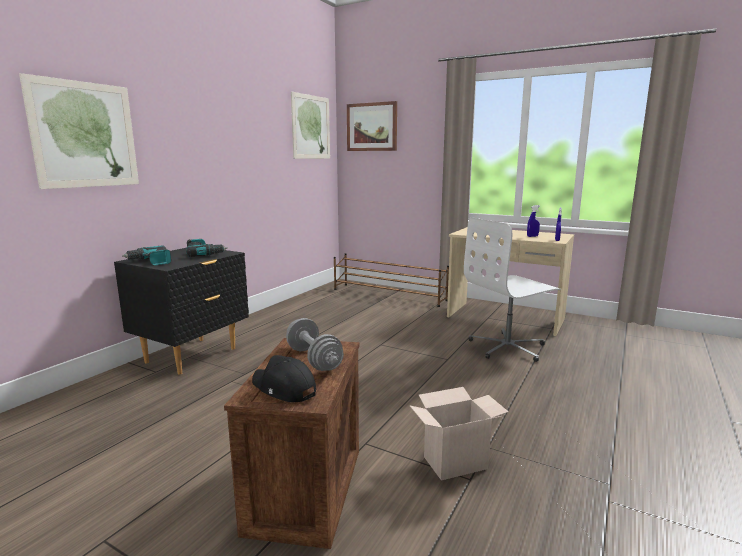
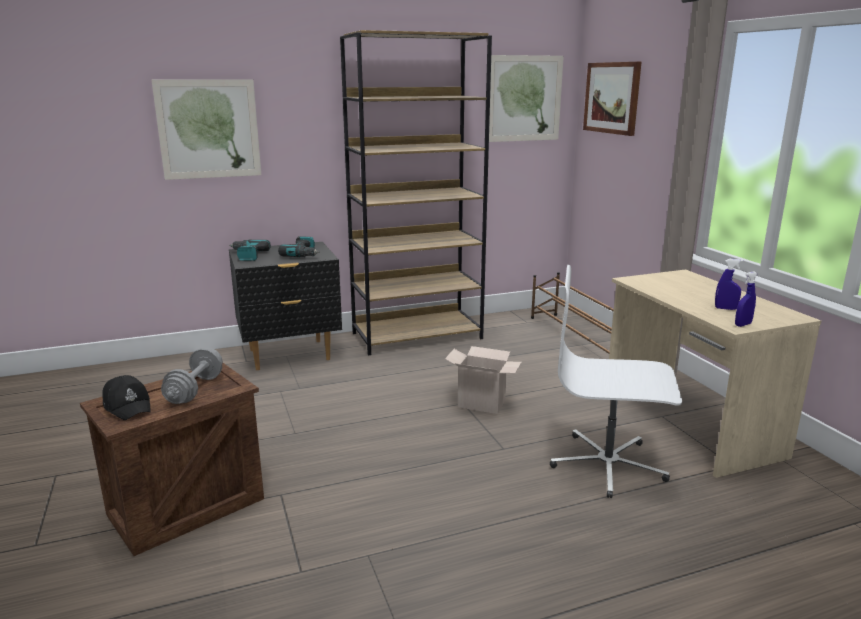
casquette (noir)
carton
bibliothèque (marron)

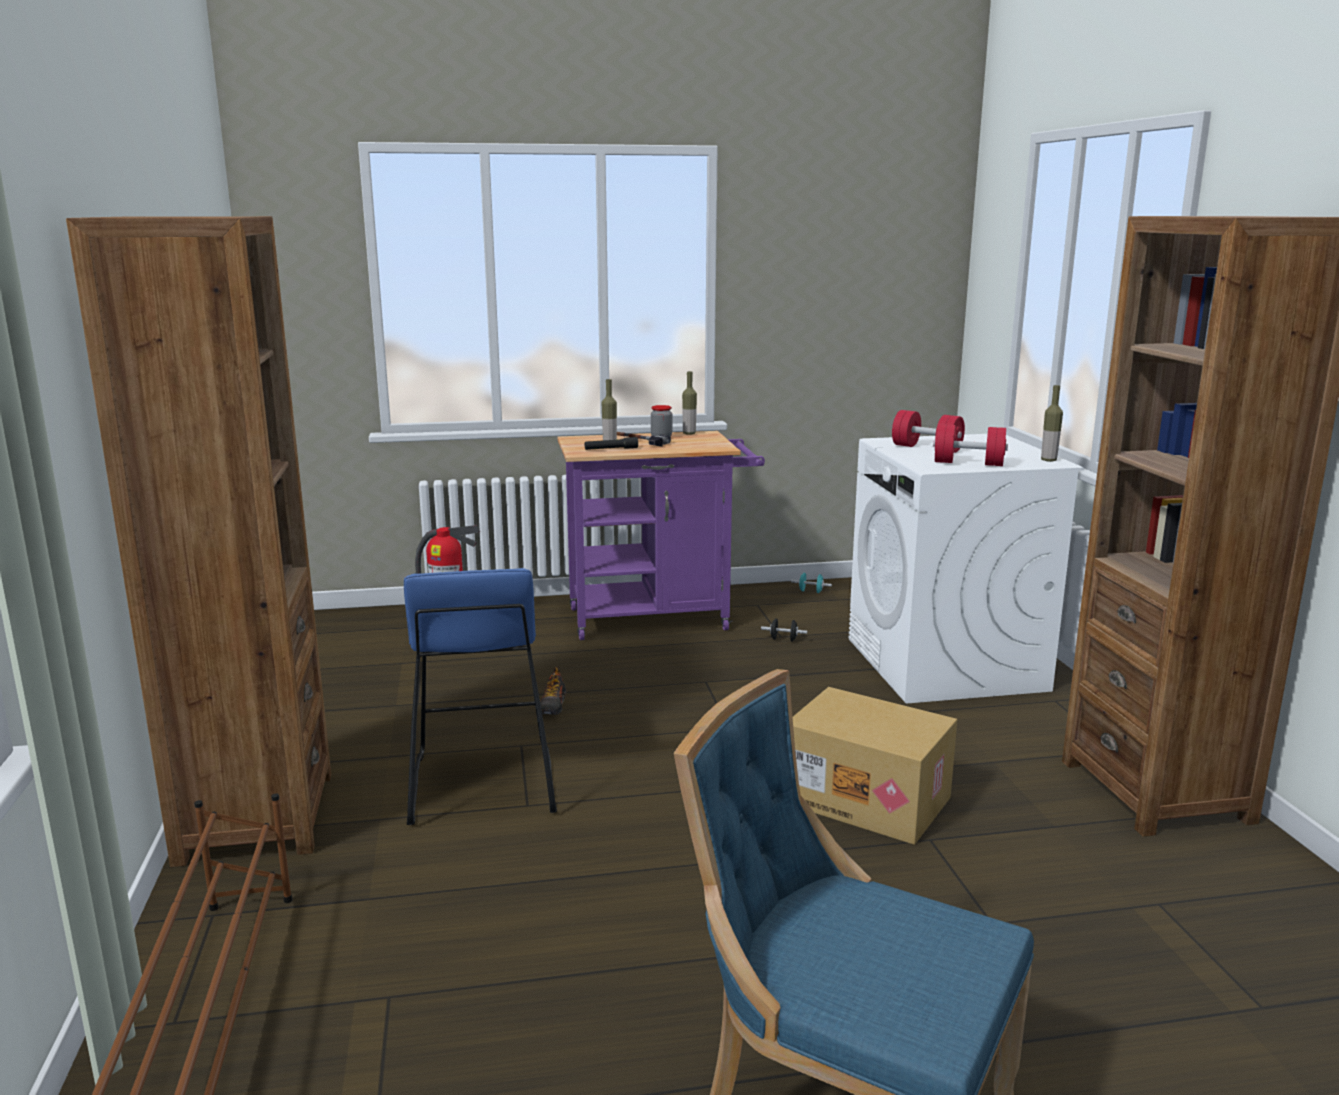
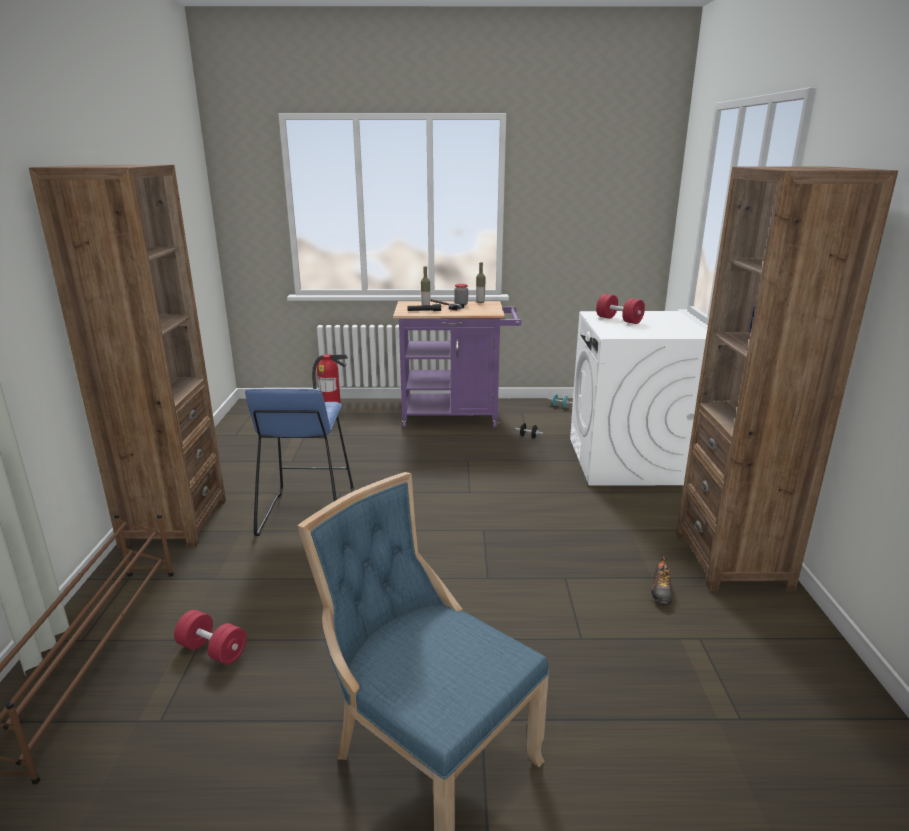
chaussure
carton
haltère (rouge) (no. 1 from left)
bouteille (no. 3 from left in the first image)

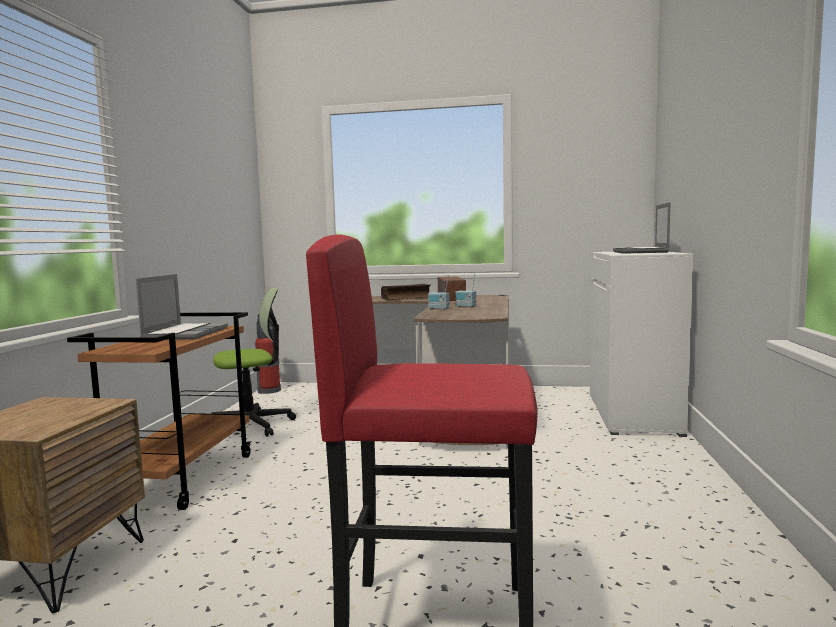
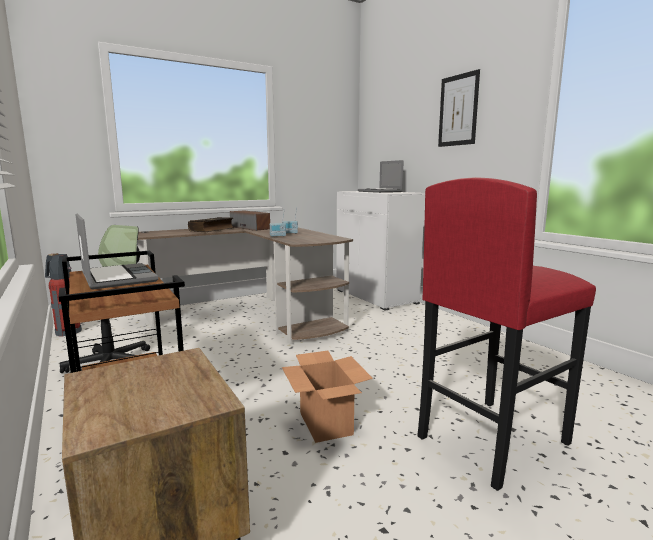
carton
tableau

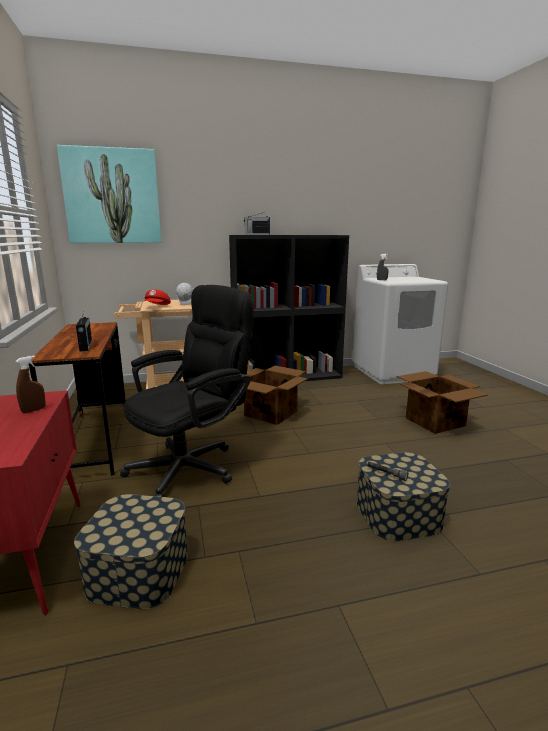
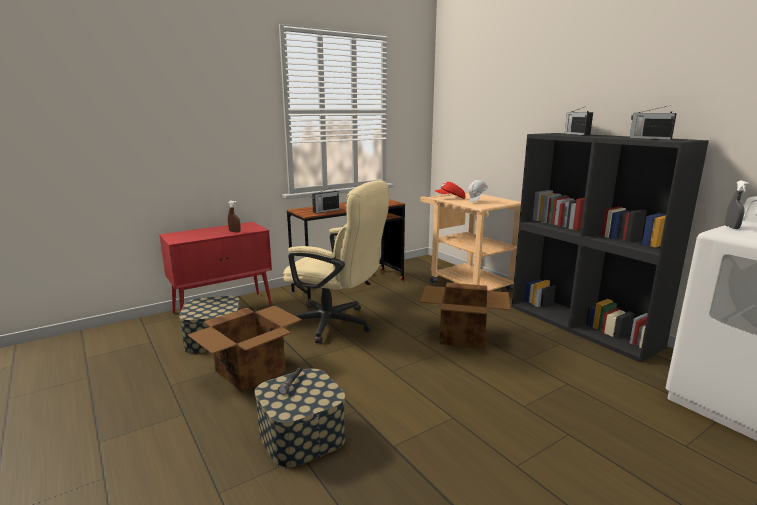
tableau
chaise de bureau (beige)
carton (no. 1 from left)
radio (no. 3 from left)

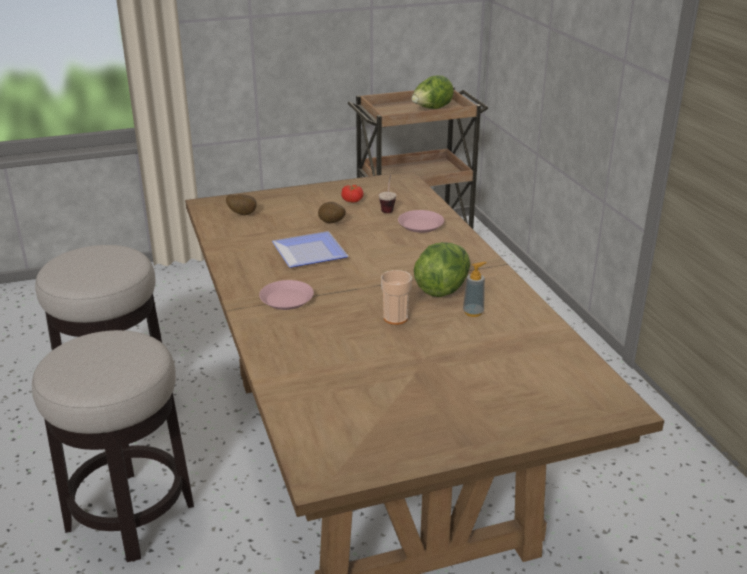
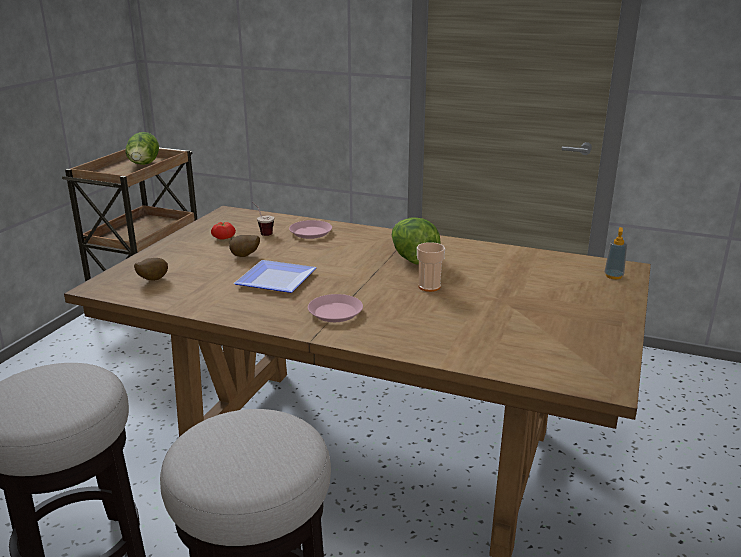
distributeur de savon

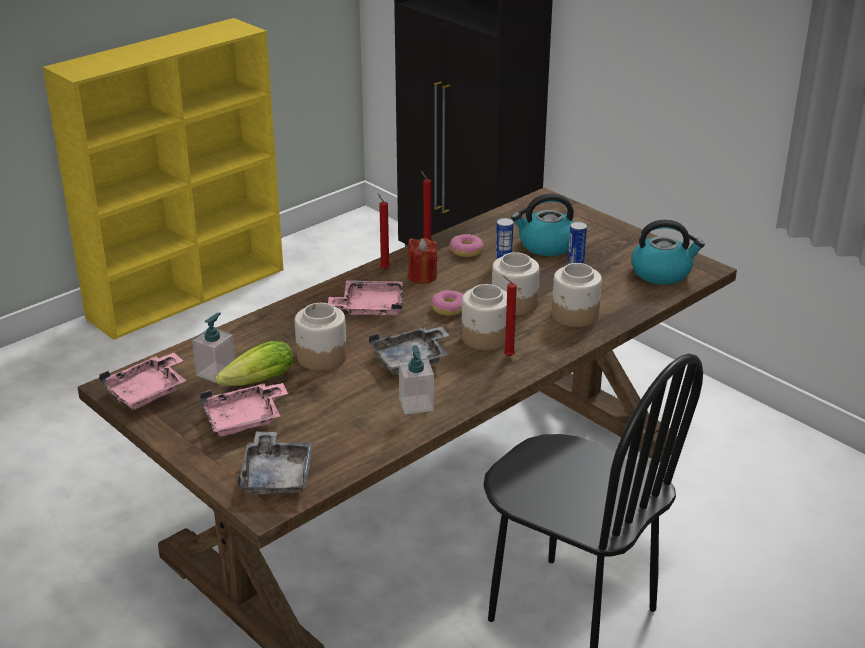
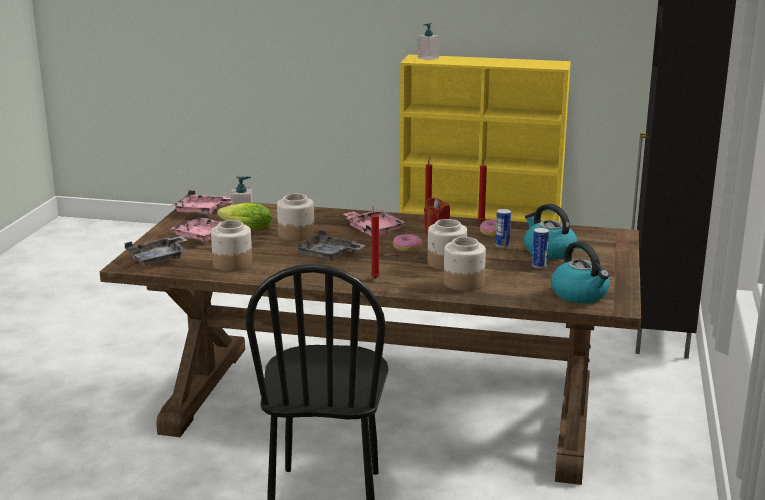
distributeur de savon (no. 2 from left)
bocal (no. 1 from left)

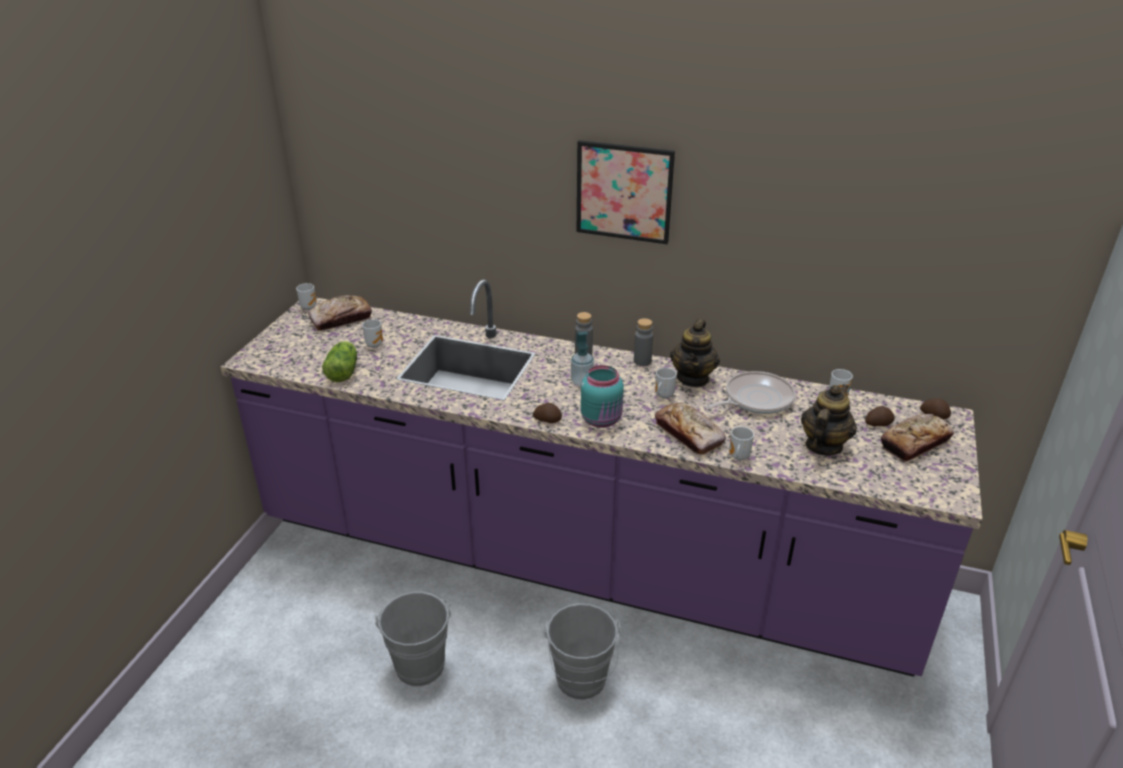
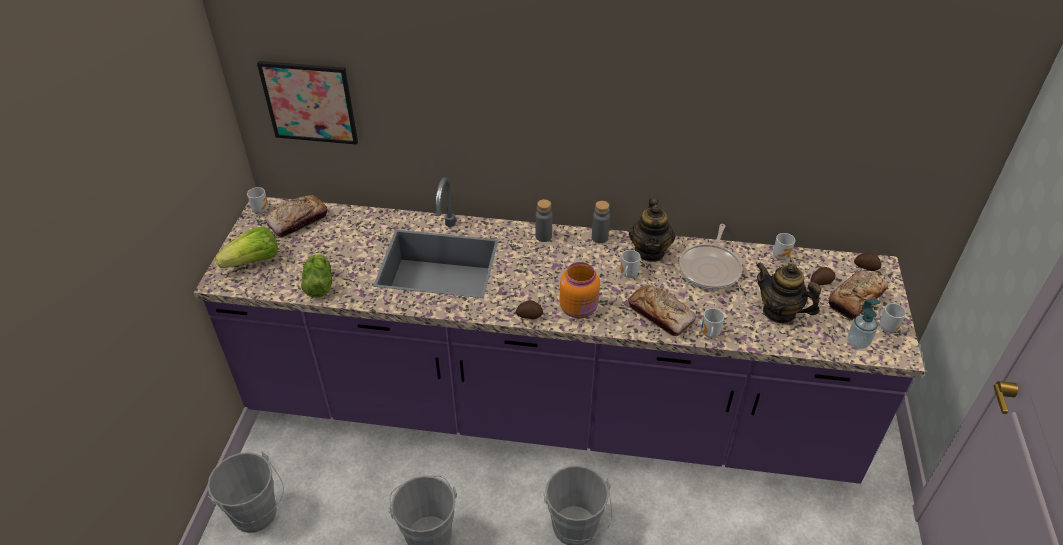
mug (no. 5 from left)
distributeur de savon
tableau
bocal (orange)
poêle
théière (no. 2 from left)
seau (gris) (no. 1 from left)
laitue (no. 1 from left)

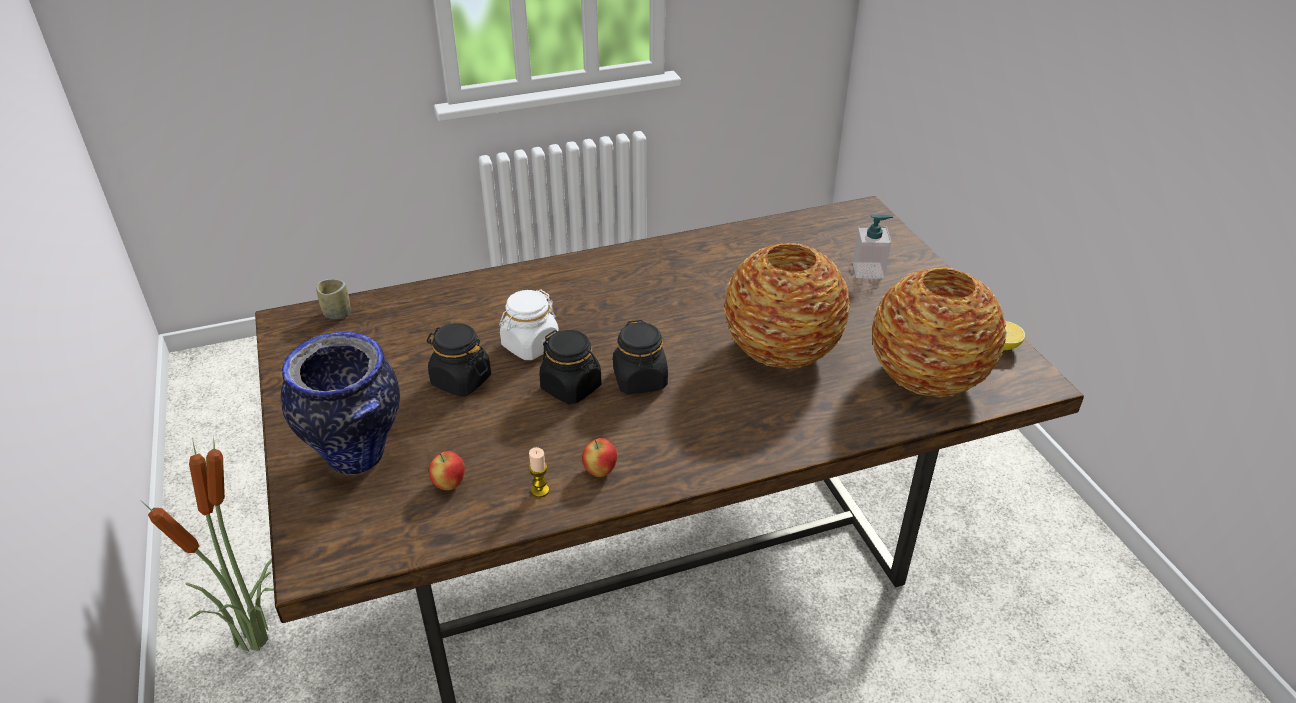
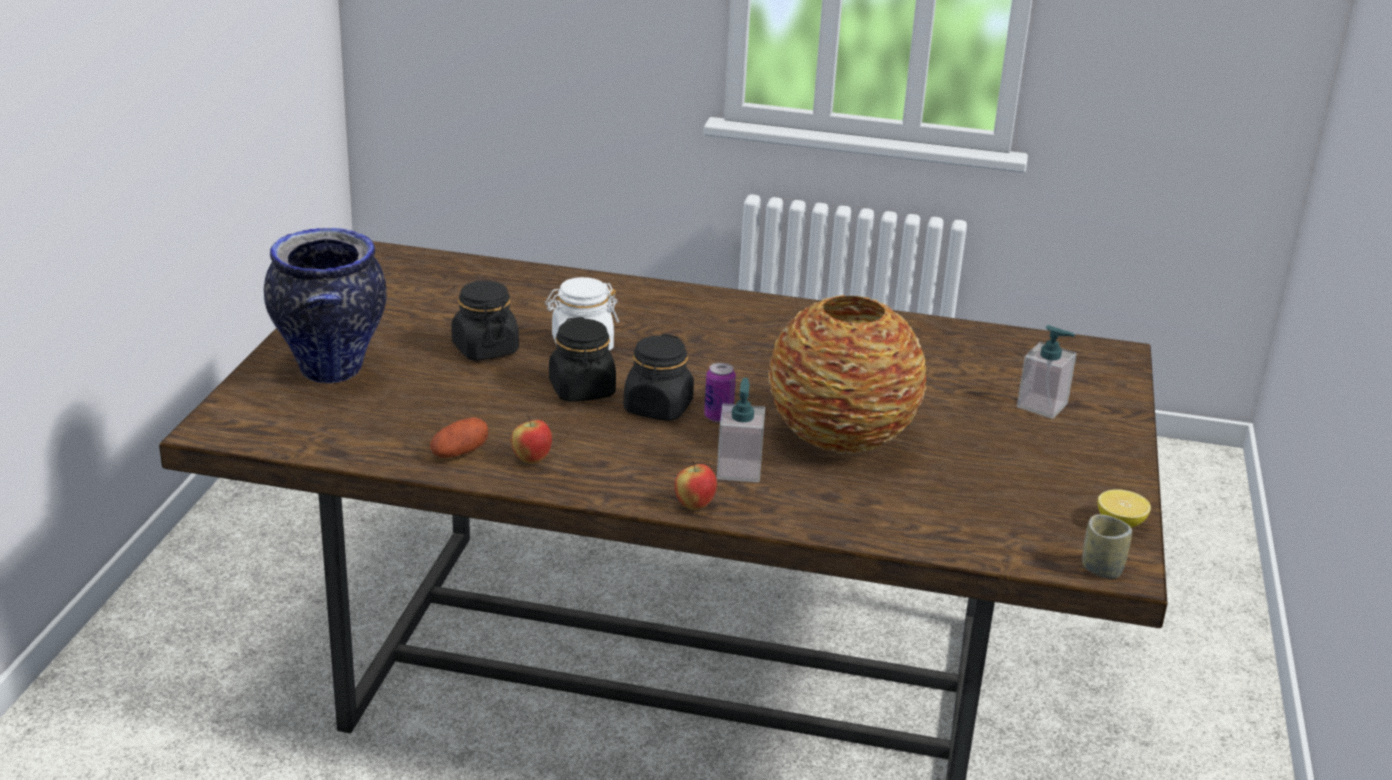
plante en pot
tasse
pomme (no. 2 from left)
pomme de terre
vase (no. 3 from left in the first image)
boîte métallique
distributeur de savon (no. 1 from left)

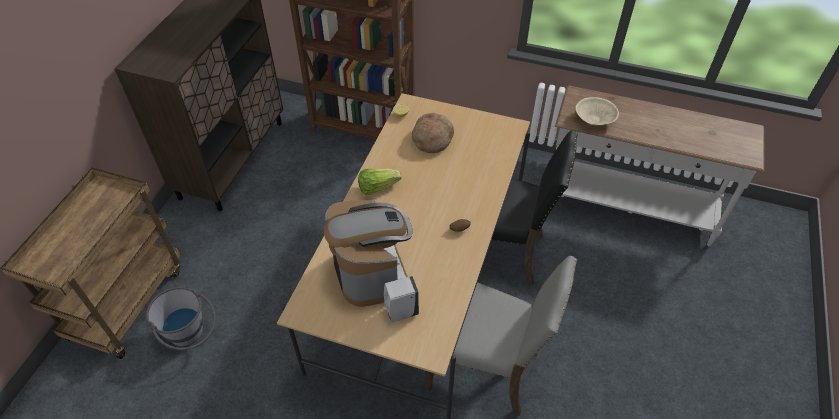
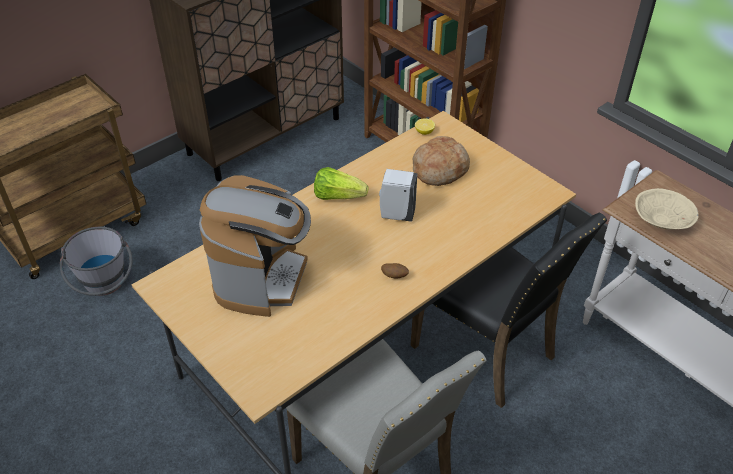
distributeur de savon (blanc)

